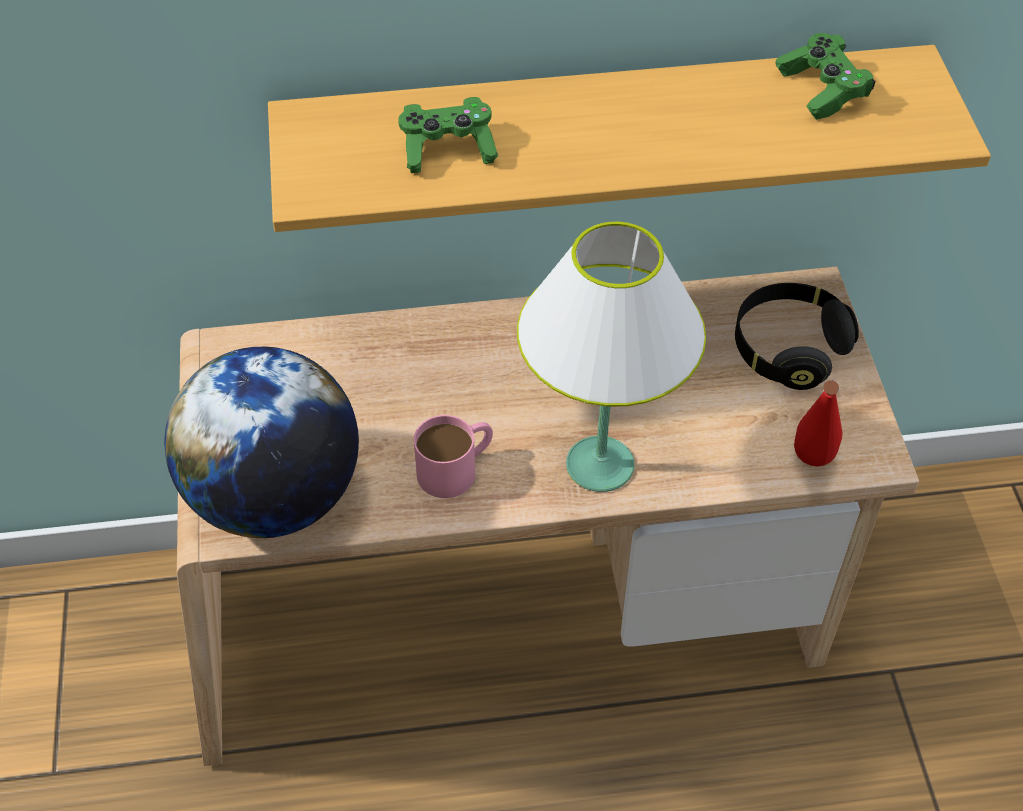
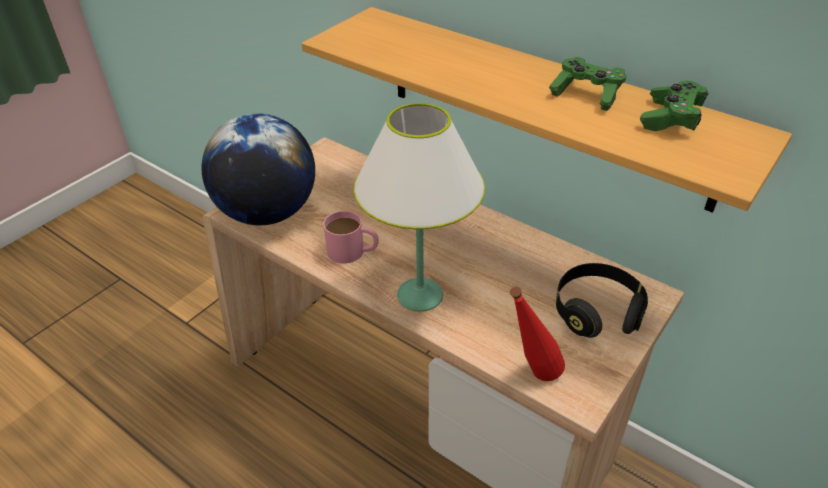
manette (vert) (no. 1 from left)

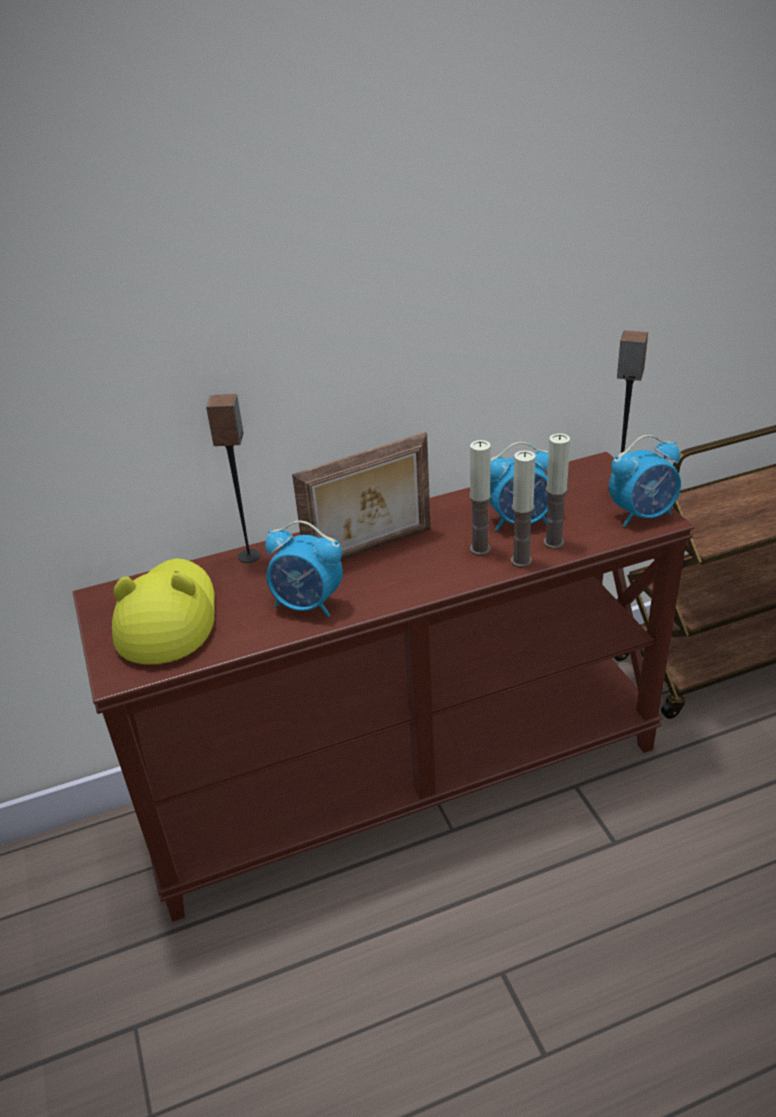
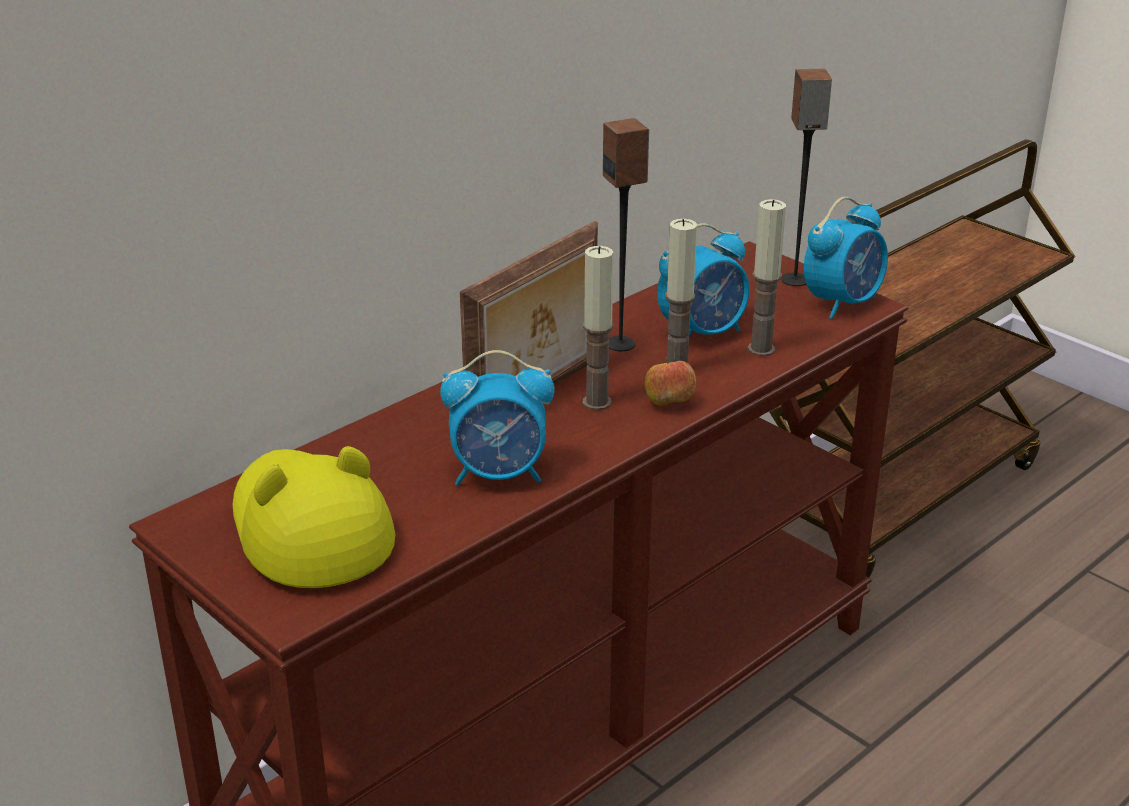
enceinte (no. 1 from left)
bougie (no. 1 from left)
pomme

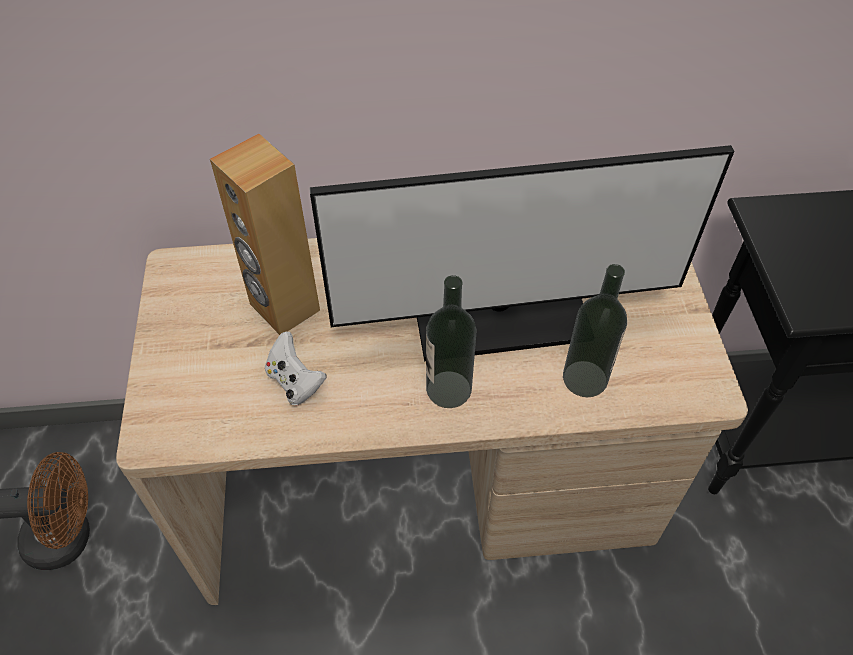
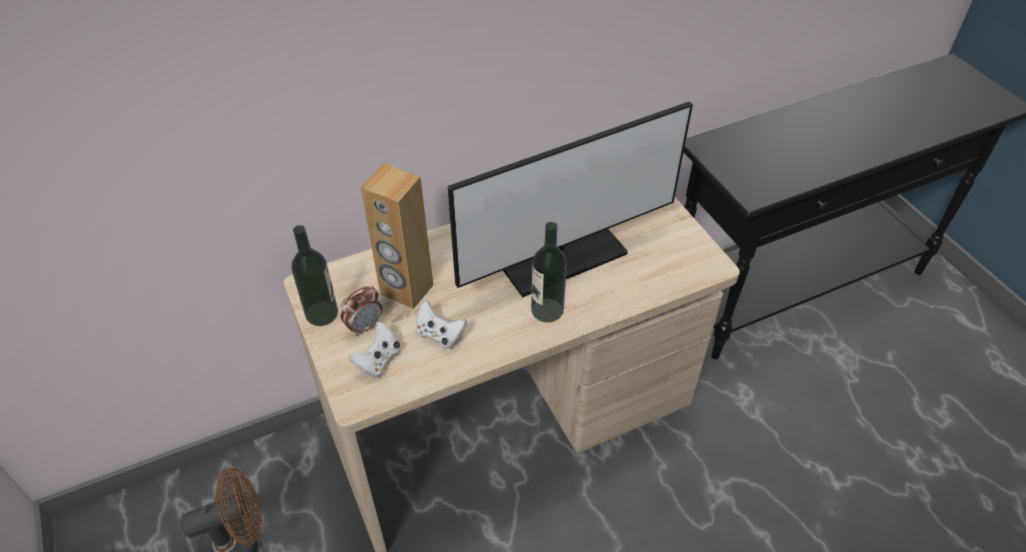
bouteille (no. 1 from left)
réveil
manette (blanc) (no. 1 from left)

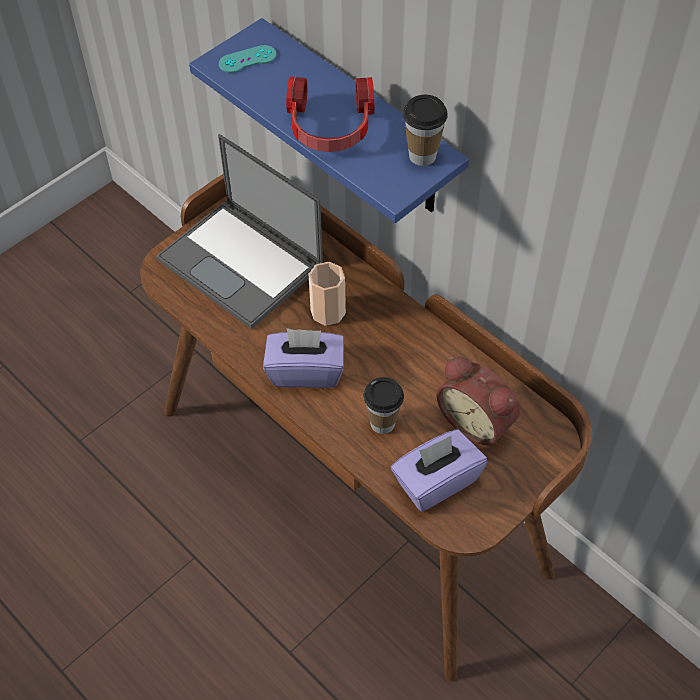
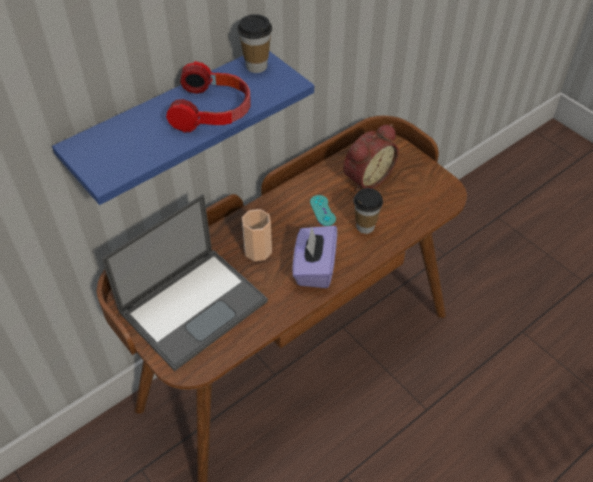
manette (turquoise)
boîte à mouchoirs (violet) (no. 2 from left in the first image)

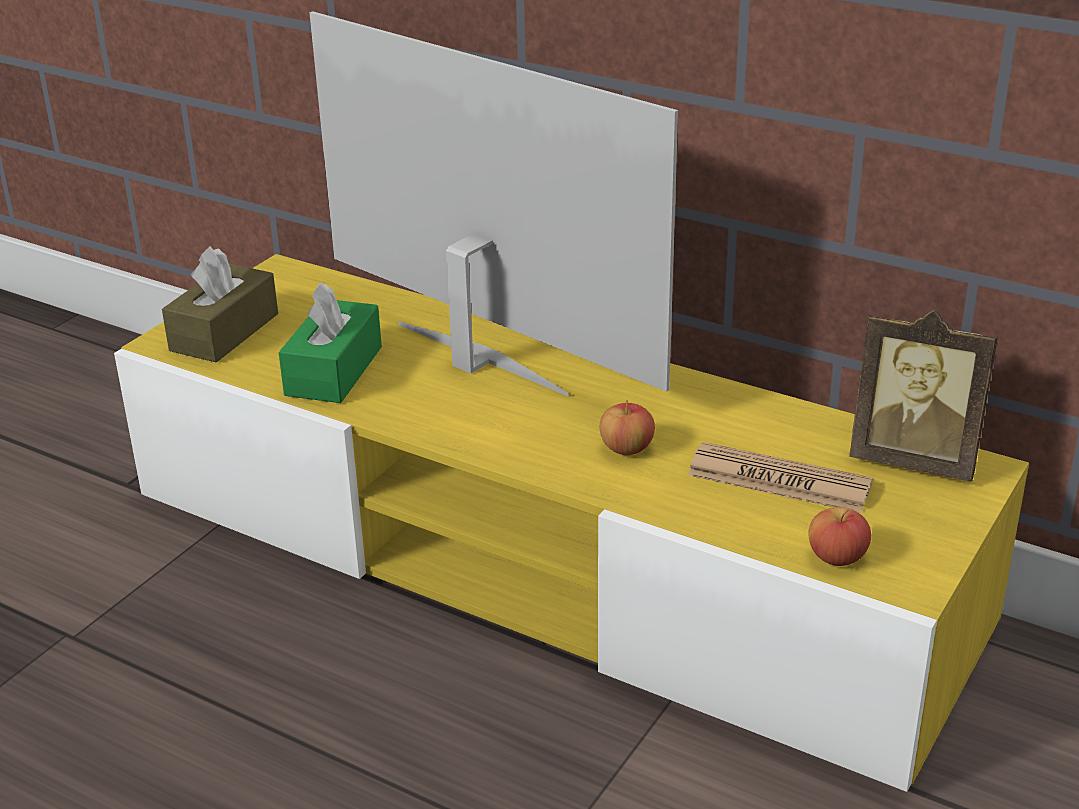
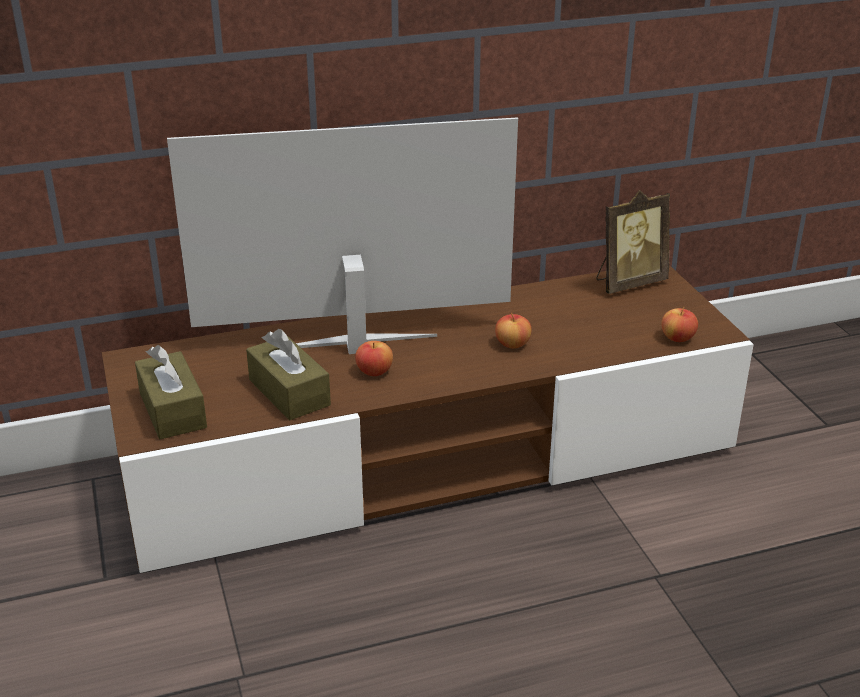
meuble télé (marron)
boîte à mouchoirs (marron) (no. 2 from left)
journal
pomme (no. 1 from left)

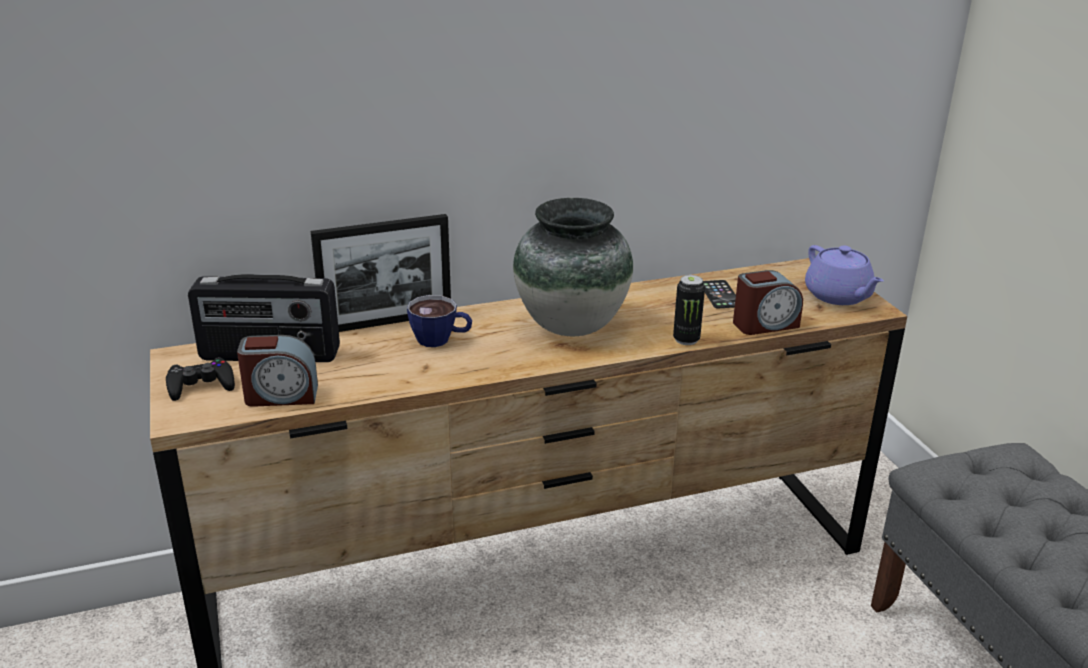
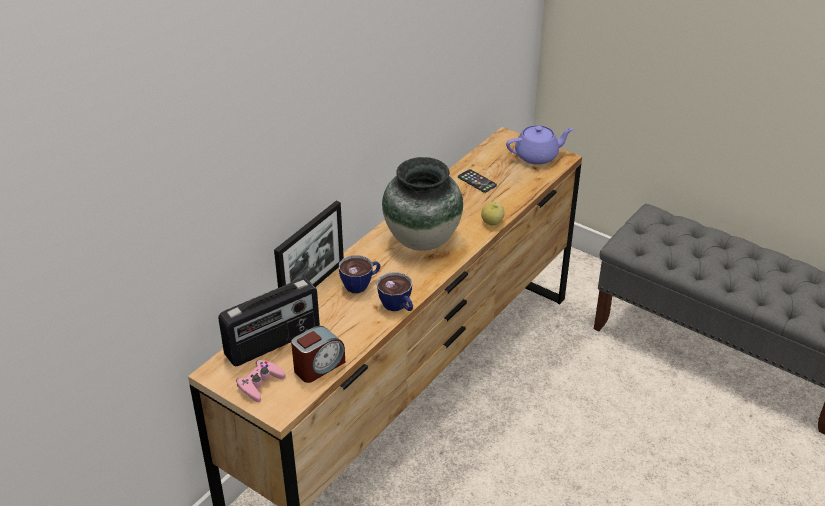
manette (rose)
pomme
réveil (no. 2 from left in the first image)
théière (violet)
tasse (no. 2 from left)

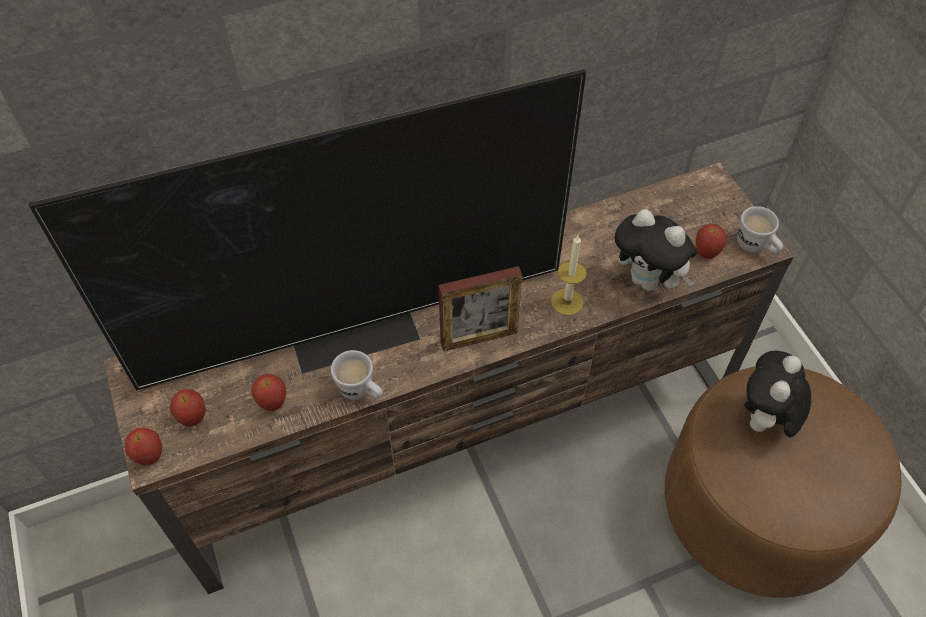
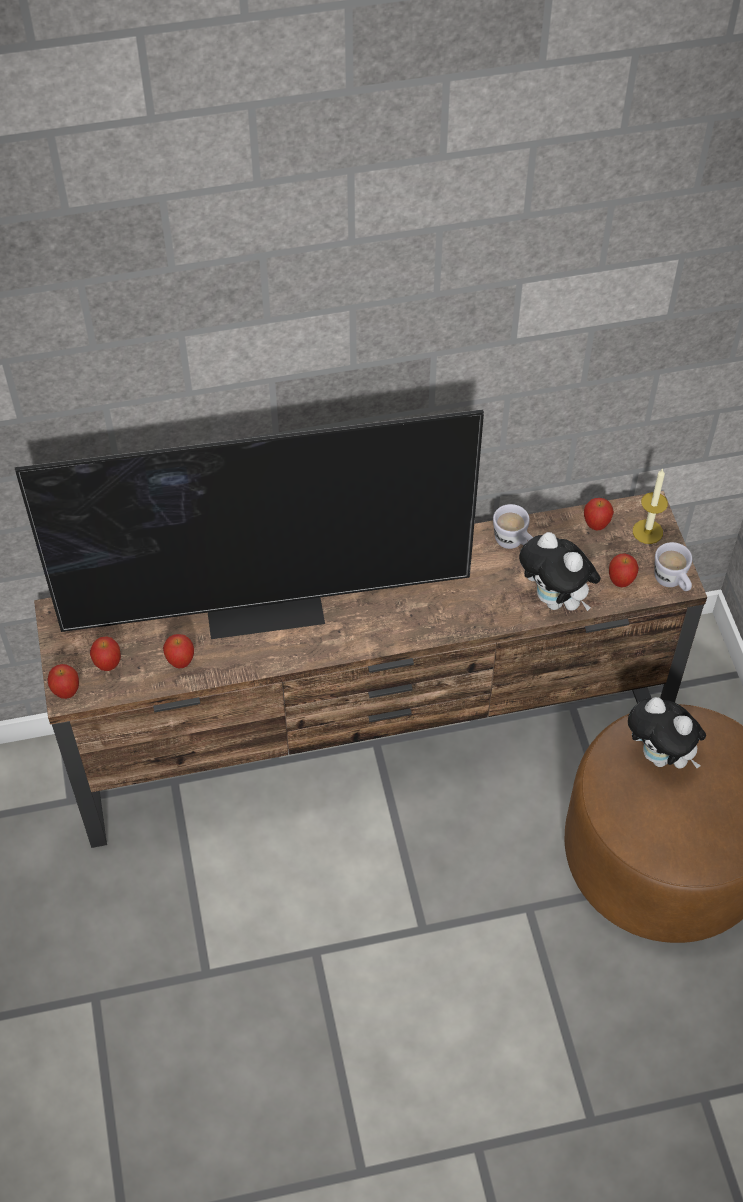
mug (blanc) (no. 1 from left)
cadre photo
bougie
peluche (no. 2 from left)
pomme (no. 4 from left)

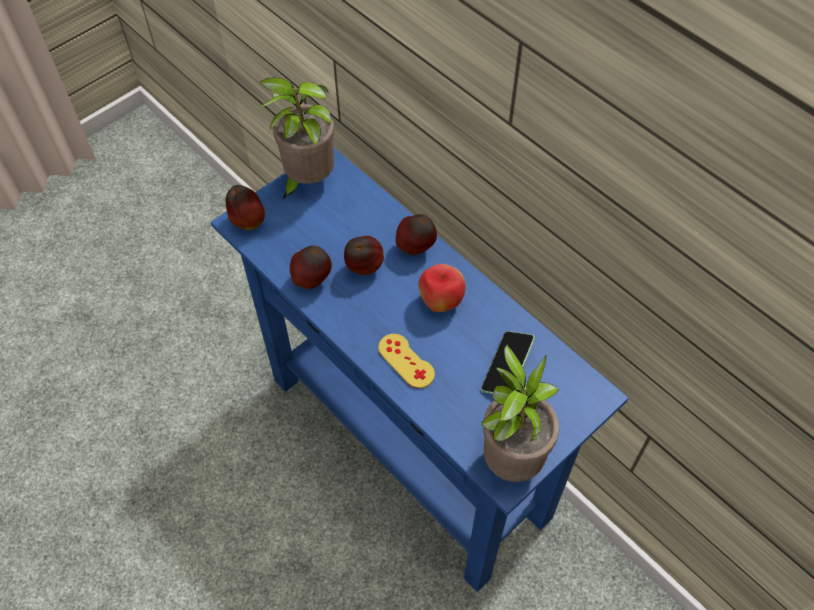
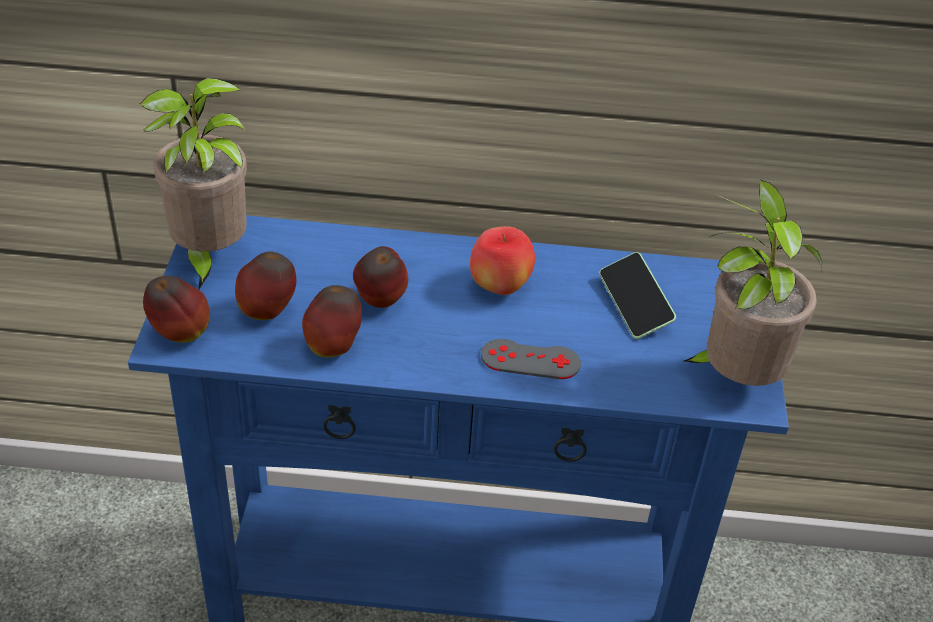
manette (gris)
pomme (no. 2 from left)

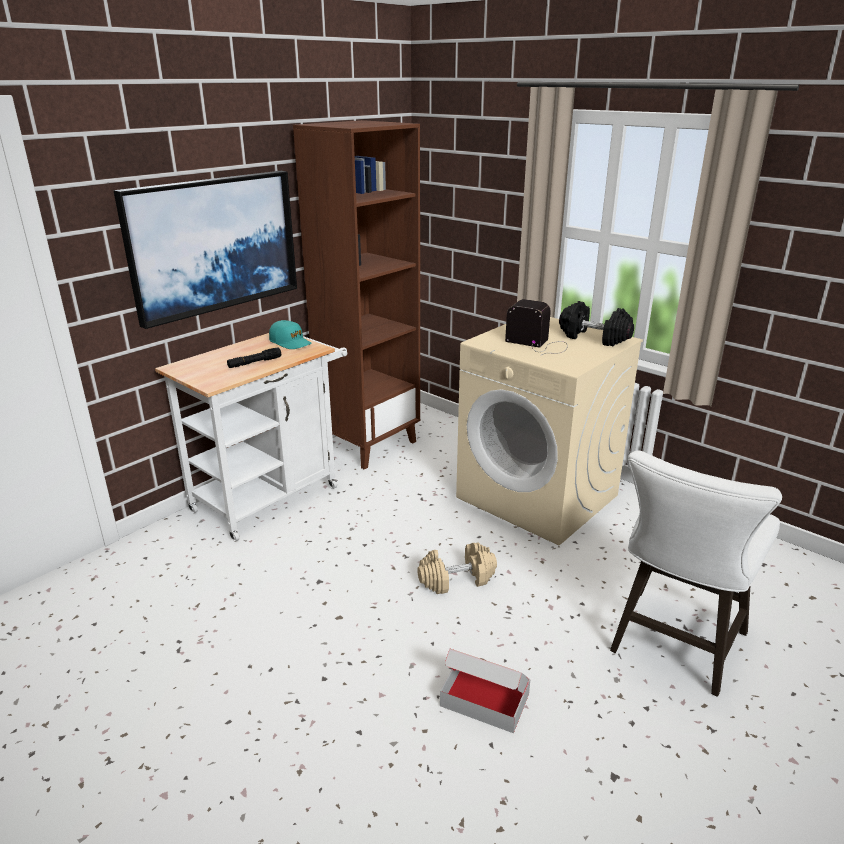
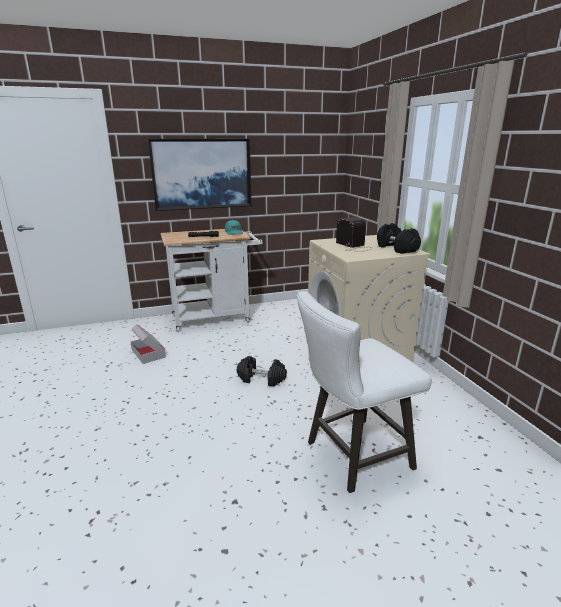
bibliothèque (marron)
haltère (noir) (no. 1 from left)
carton

